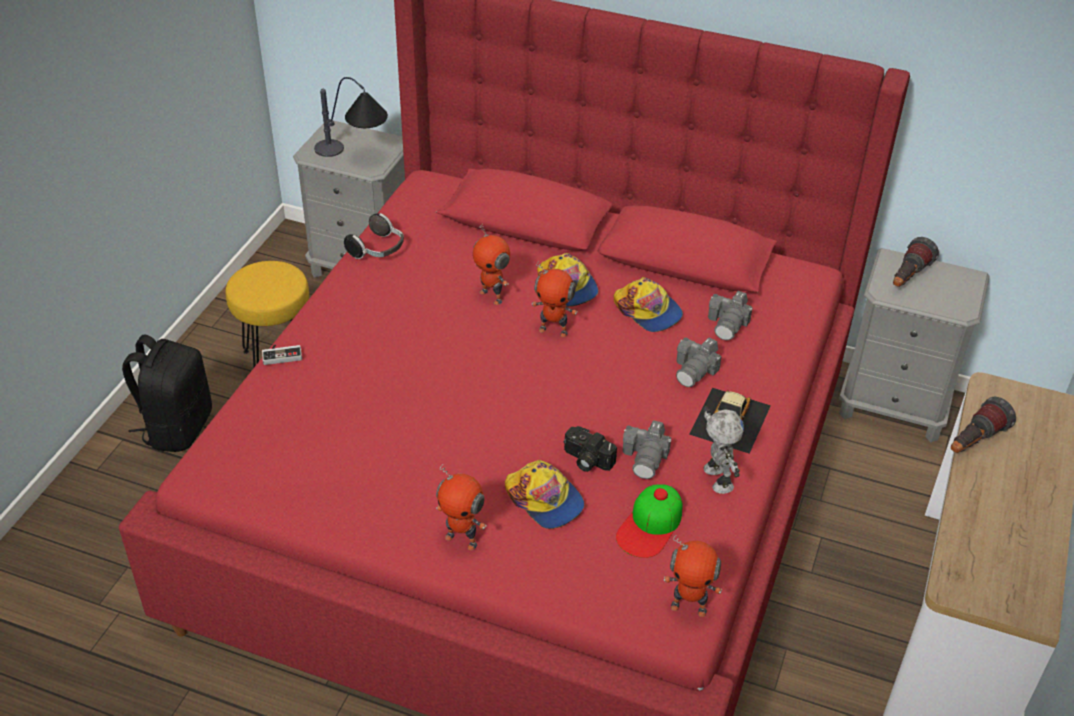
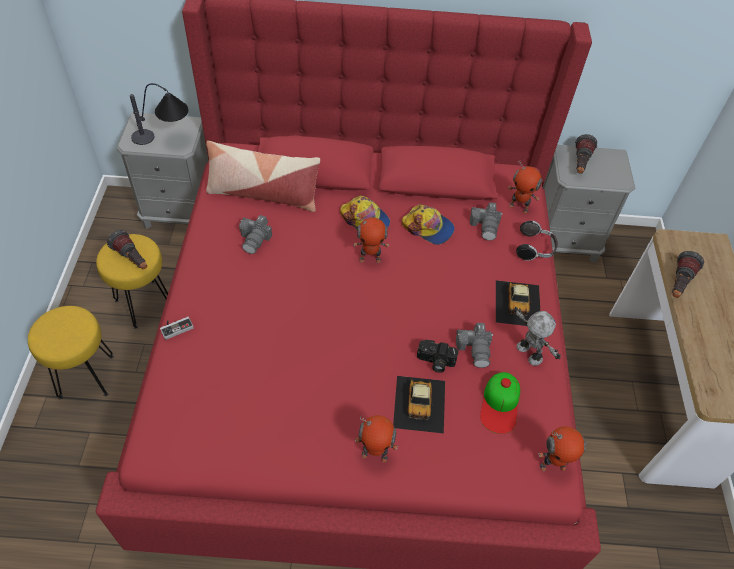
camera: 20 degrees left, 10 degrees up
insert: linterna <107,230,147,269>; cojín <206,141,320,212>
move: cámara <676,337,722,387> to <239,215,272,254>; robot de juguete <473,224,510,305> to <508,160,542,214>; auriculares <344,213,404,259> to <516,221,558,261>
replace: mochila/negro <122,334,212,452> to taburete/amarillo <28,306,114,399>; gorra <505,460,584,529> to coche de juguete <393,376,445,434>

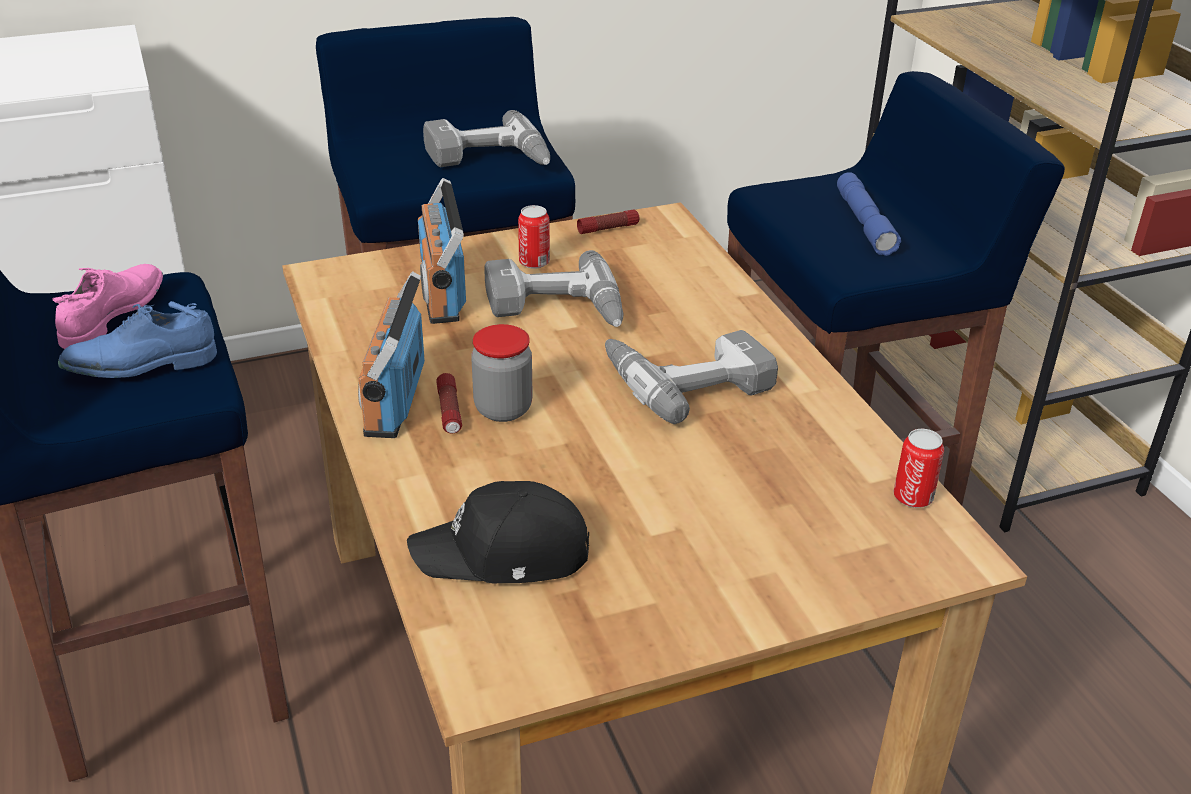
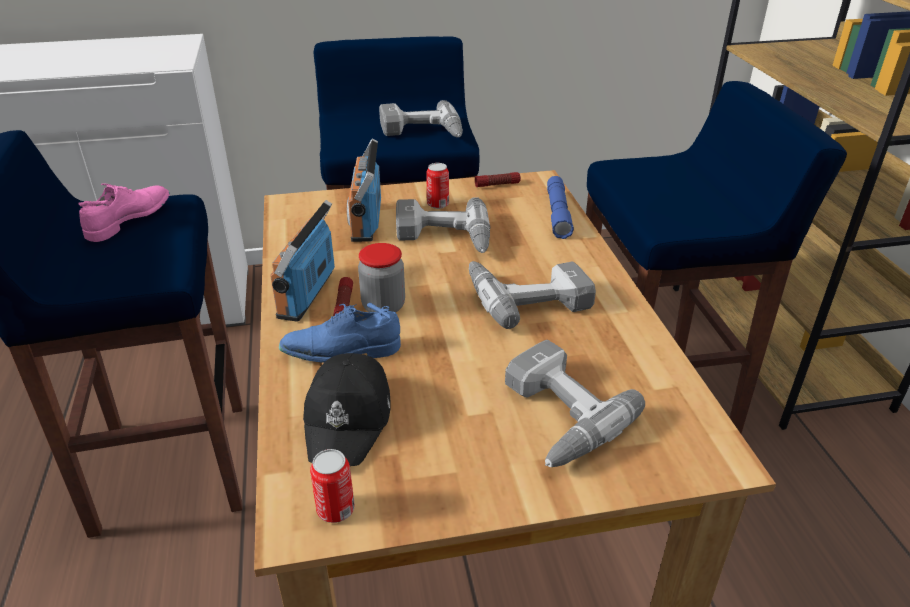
camera: 10 degrees right, 0 degrees up
insert: taladro <505,340,645,467>
move: zapato/azul <58,301,217,378> to <279,303,401,362>; lata <894,429,944,508> to <310,449,355,523>; linterna/azul <837,172,901,256> to <547,176,574,239>
rotate: gorra/negro <407,481,589,583> = <303,353,391,466> 90 degrees counterclockwise

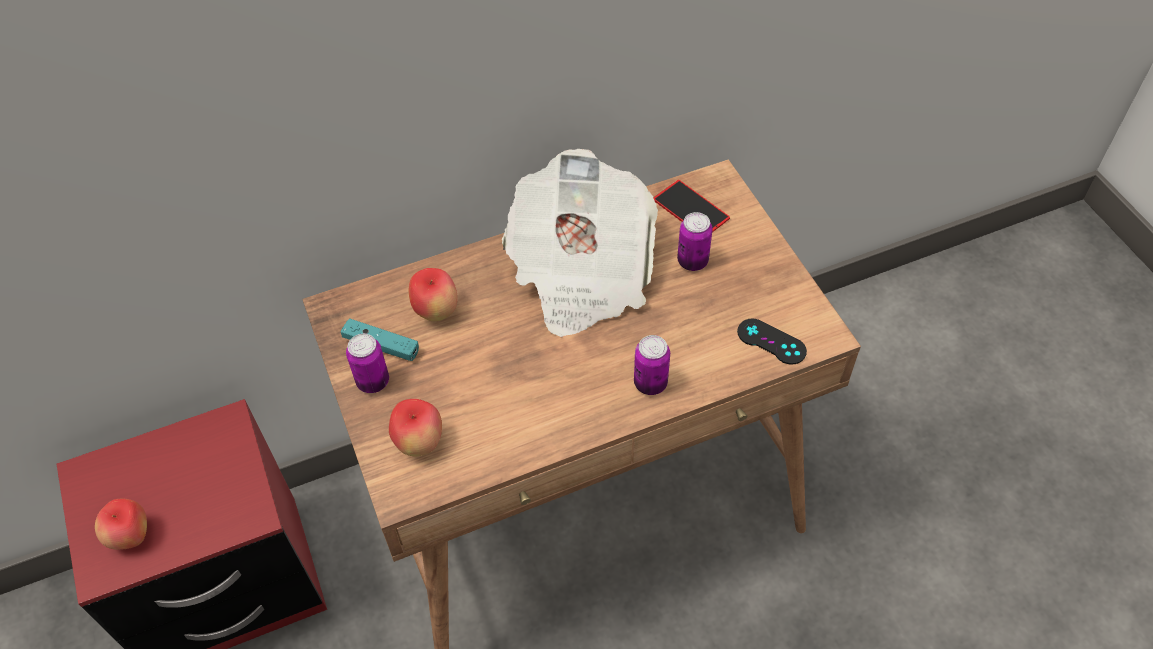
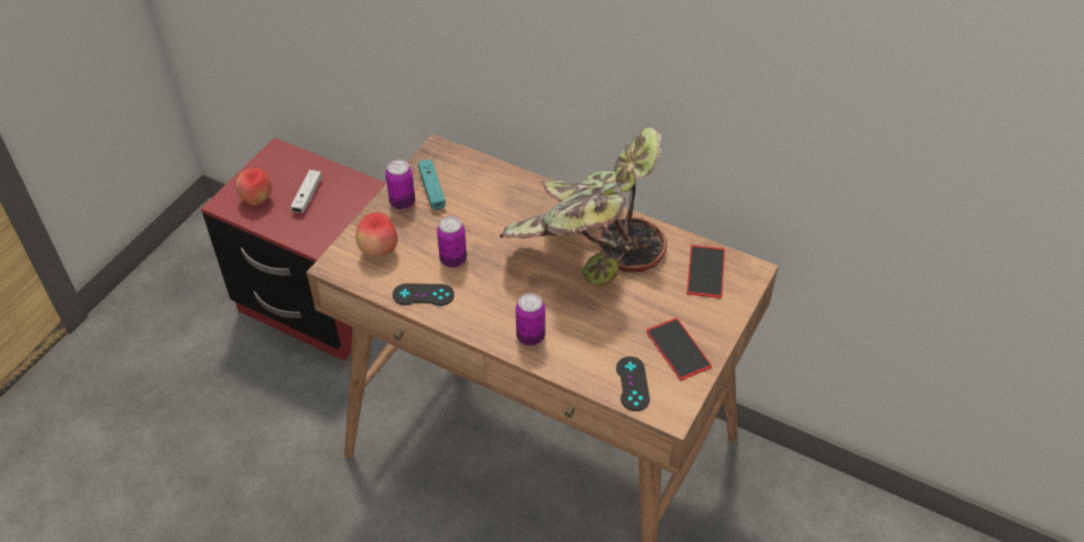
camera: 50 degrees right, 5 degrees down
delete: manzana <409,268,458,321>
insert: mando de consola/blanco <291,170,322,213>; mando de consola/negro <393,283,454,306>; móvil <646,318,712,380>
move: lata <677,212,713,271> to <437,216,467,268>
replace: periódico <502,149,658,337> to planta en maceta <500,127,667,287>

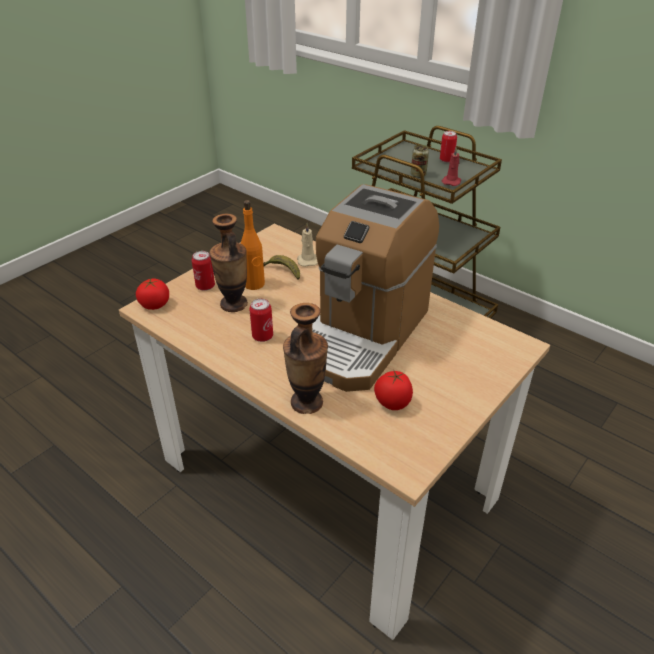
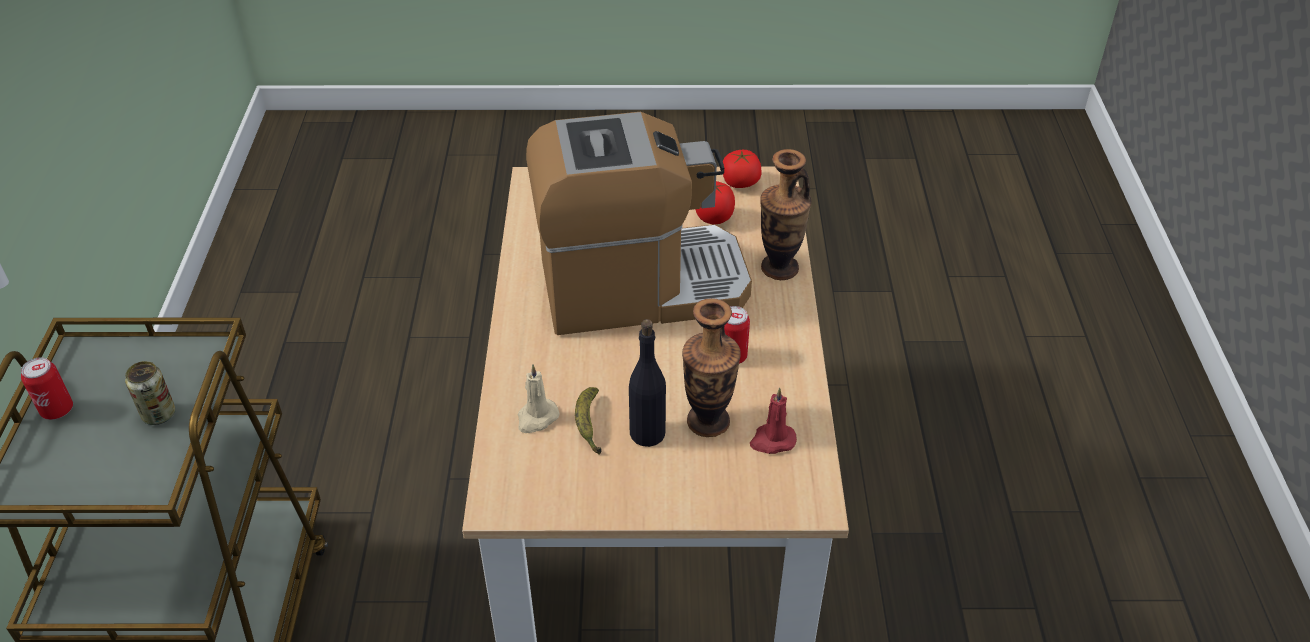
camera: 130 degrees left, 5 degrees up
delete: lata <192,251,215,291>
move: tomate <136,278,169,310> to <723,150,762,188>; vela/rojo <442,147,461,186> to <750,387,797,454>
recolor: botella/naranja <241,200,265,290> to botella/negro <629,319,666,447>

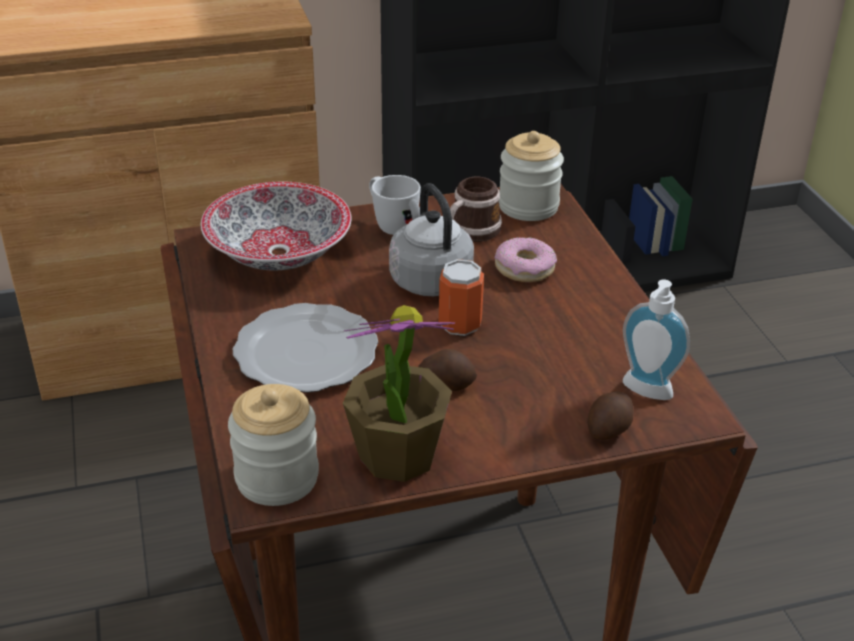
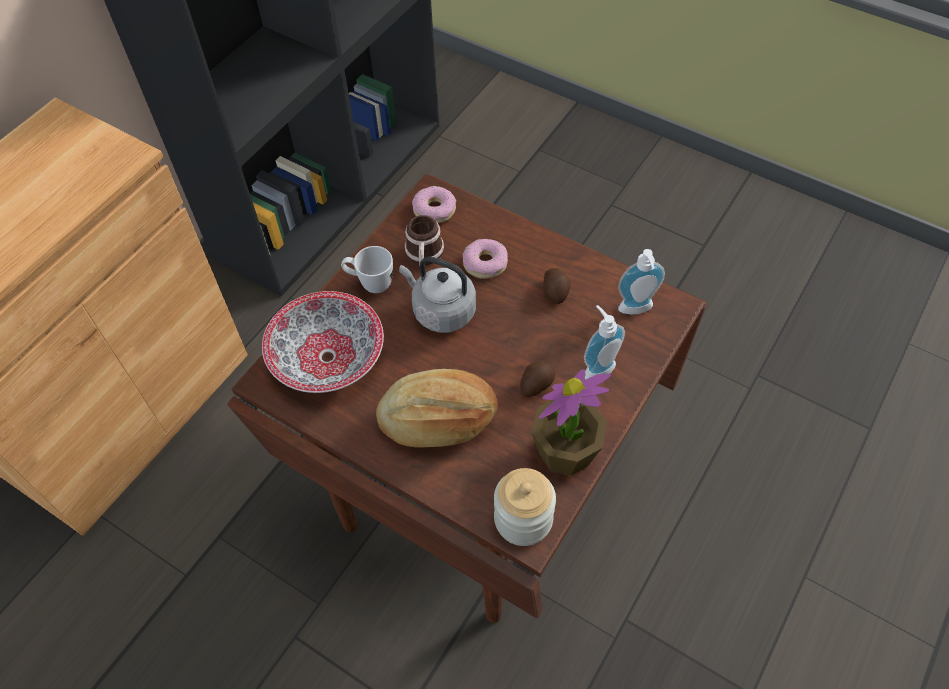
camera: 40 degrees left, 20 degrees up
delete: lata <439,259,484,336>
insert: dispensador de jabón <584,305,625,380>
move: patata <587,391,633,440> to <543,268,571,304>
replace: plato <233,303,378,393> to pan <376,369,498,448>; tarro <499,131,564,221> to rosquilla <412,186,456,223>

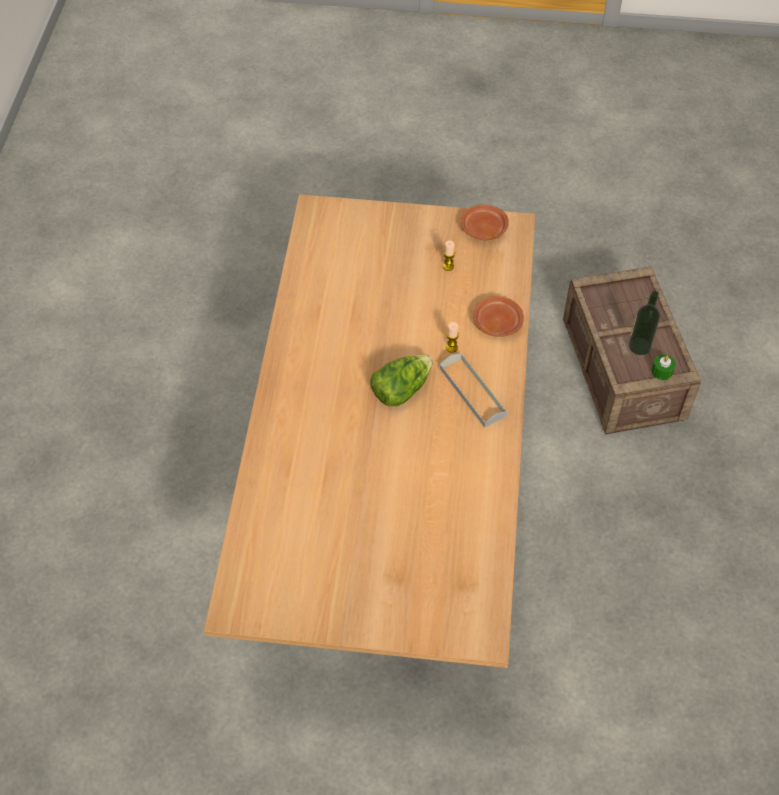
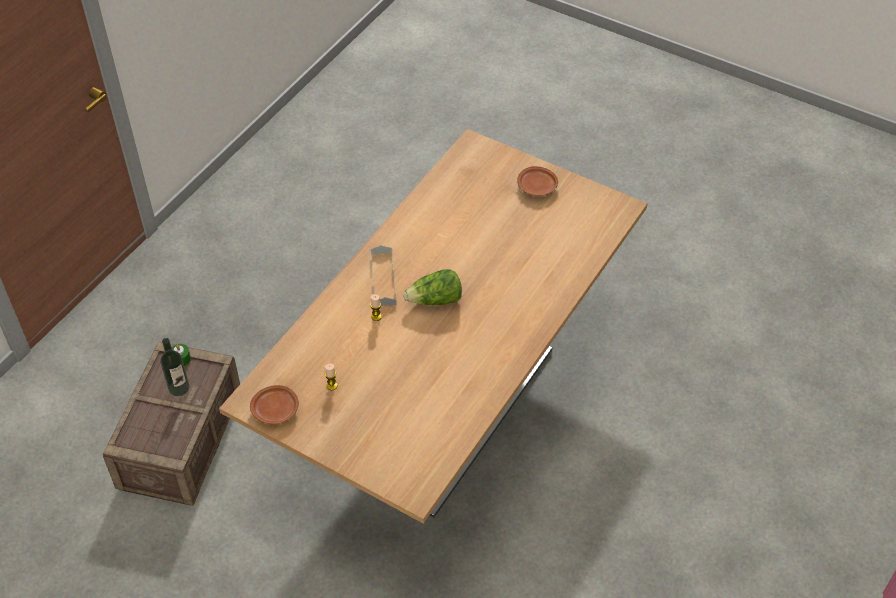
camera: 155 degrees left, 5 degrees down
move: plato/marrón <473,296,524,337> to <517,166,558,196>

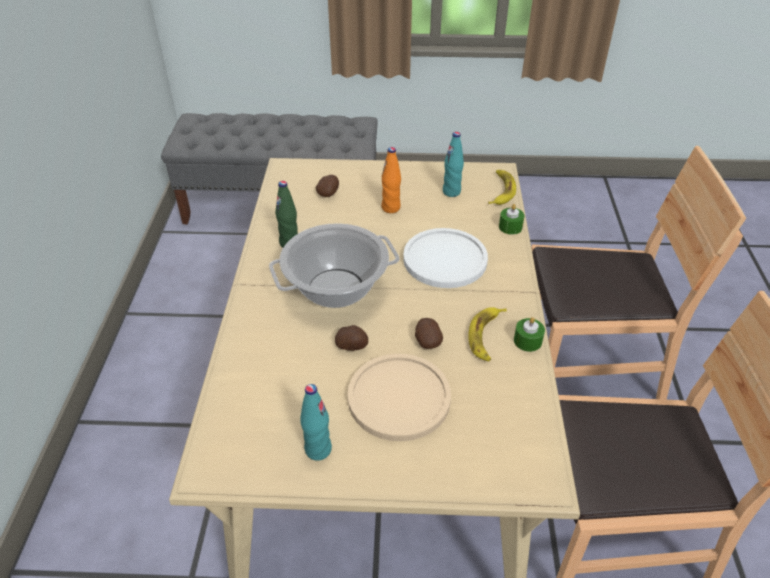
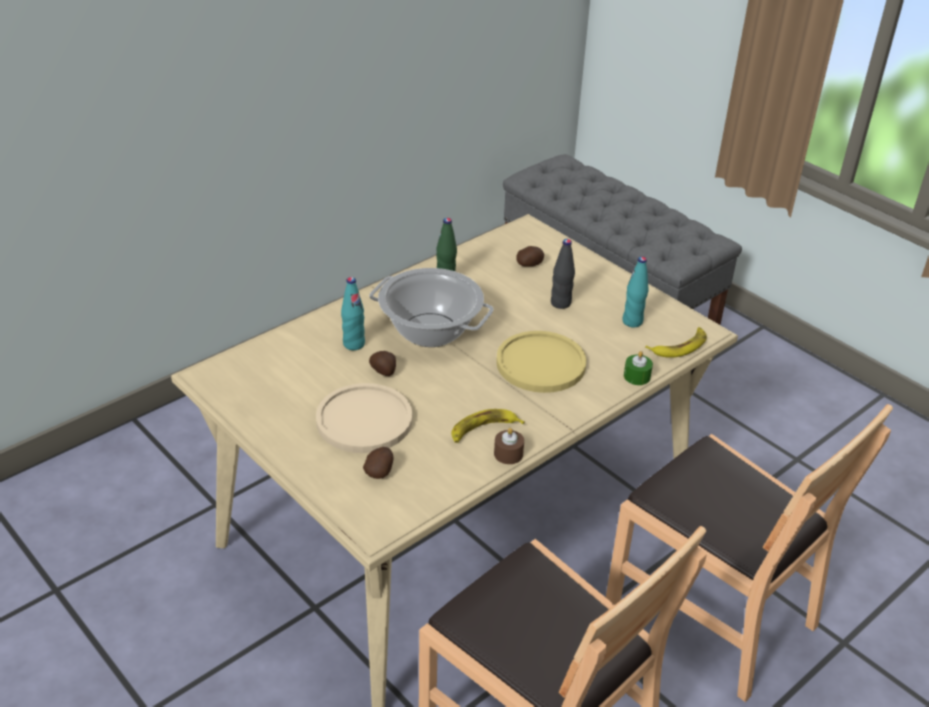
camera: 45 degrees right, 5 degrees down
move: botella/turquesa <300,384,332,461> to <341,277,365,350>; patata <415,318,443,349> to <363,447,393,479>
recolor: vela/verde <514,317,545,352> to vela/marrón <494,428,524,464>; plato/blanco <403,228,488,288> to plato/amarillo <496,331,586,393>; botella/naranja <382,147,401,213> to botella/negro <551,239,575,309>

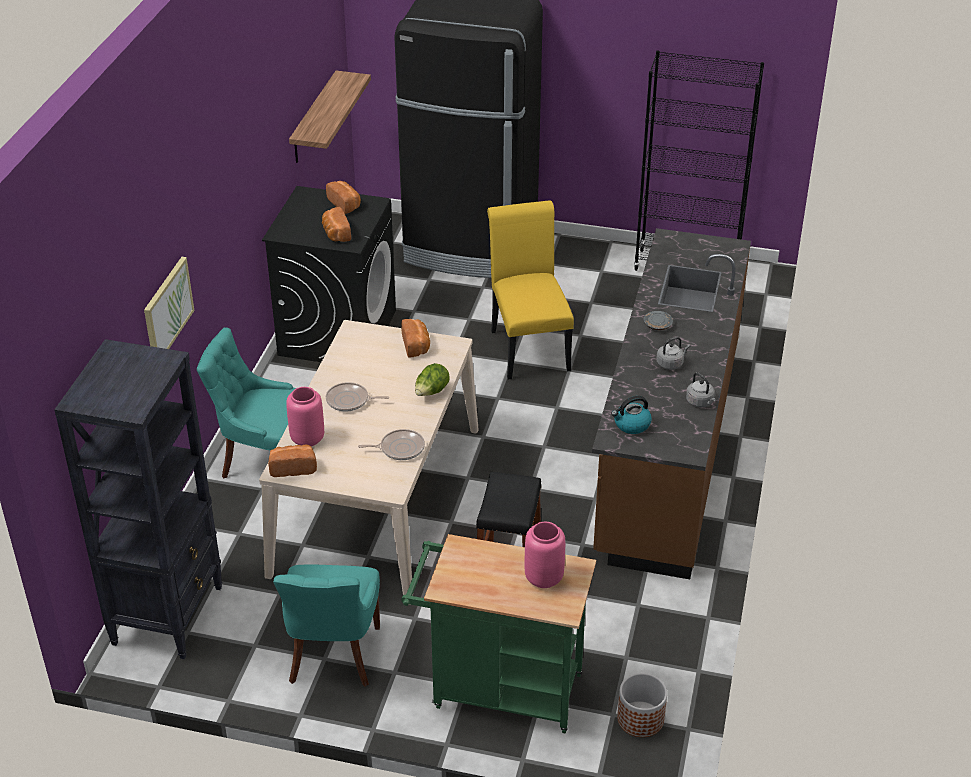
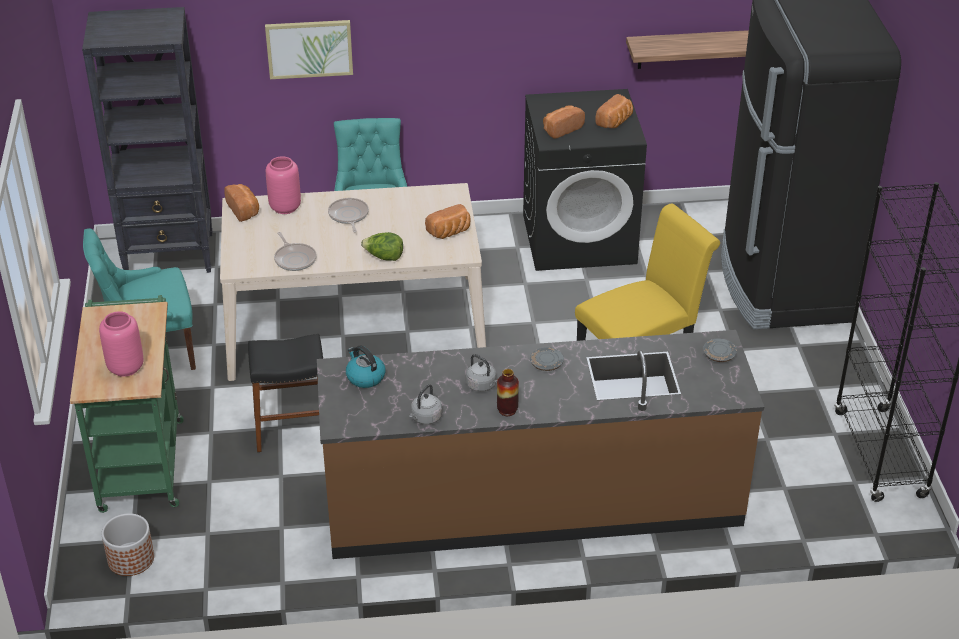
camera: 70 degrees right, 0 degrees up
insert: florero <497,369,519,416>; plato/gris <703,338,737,362>

